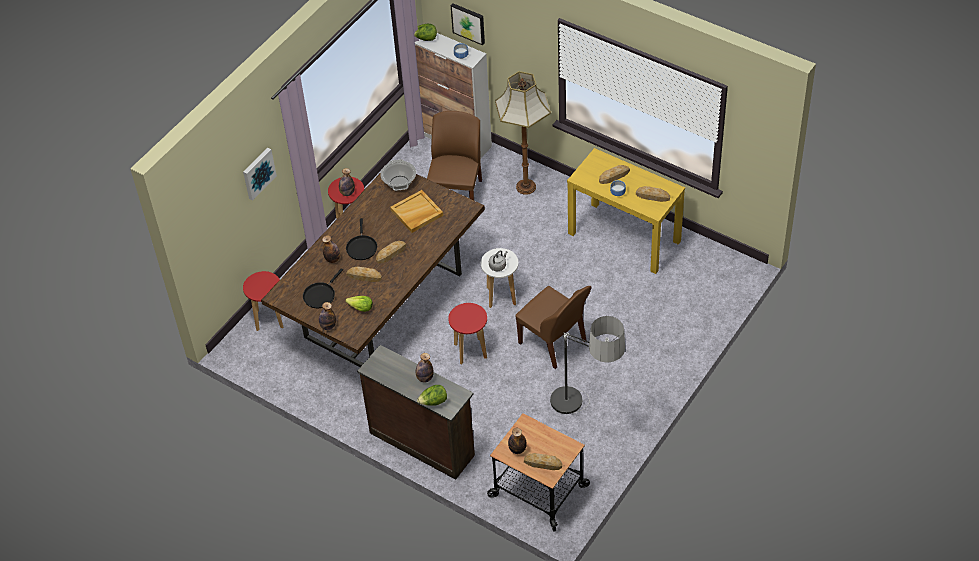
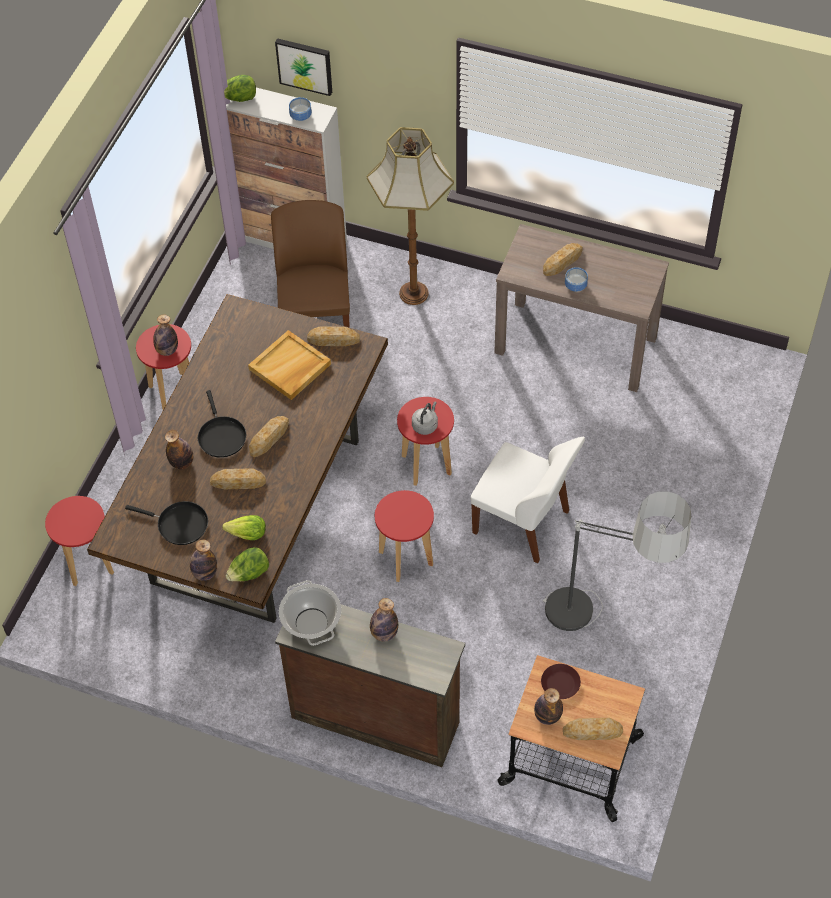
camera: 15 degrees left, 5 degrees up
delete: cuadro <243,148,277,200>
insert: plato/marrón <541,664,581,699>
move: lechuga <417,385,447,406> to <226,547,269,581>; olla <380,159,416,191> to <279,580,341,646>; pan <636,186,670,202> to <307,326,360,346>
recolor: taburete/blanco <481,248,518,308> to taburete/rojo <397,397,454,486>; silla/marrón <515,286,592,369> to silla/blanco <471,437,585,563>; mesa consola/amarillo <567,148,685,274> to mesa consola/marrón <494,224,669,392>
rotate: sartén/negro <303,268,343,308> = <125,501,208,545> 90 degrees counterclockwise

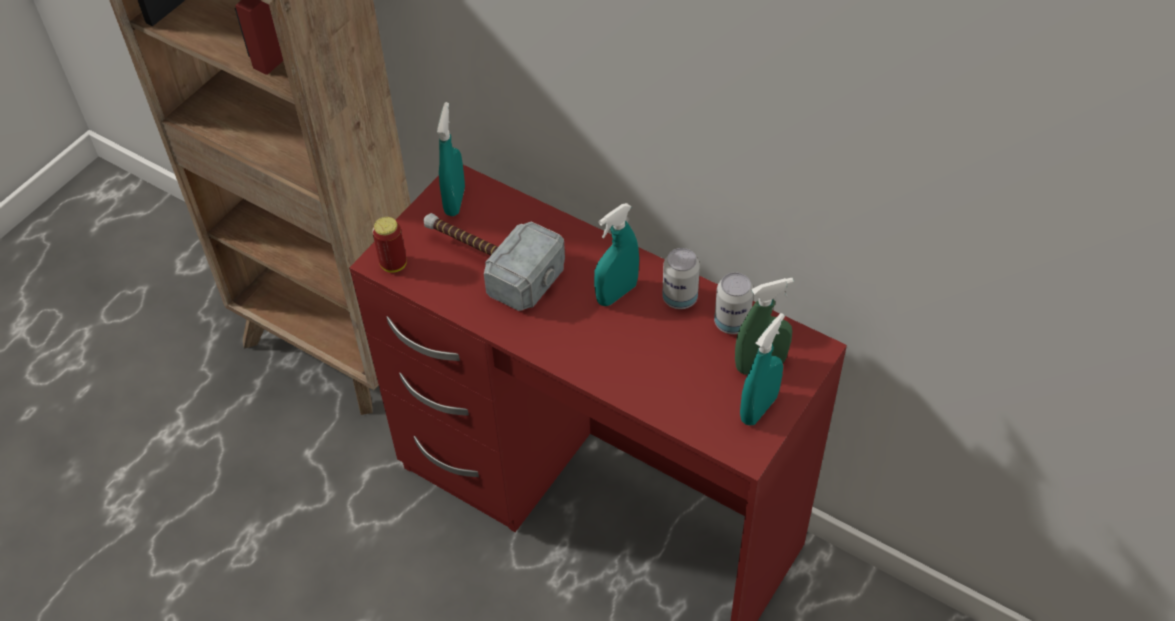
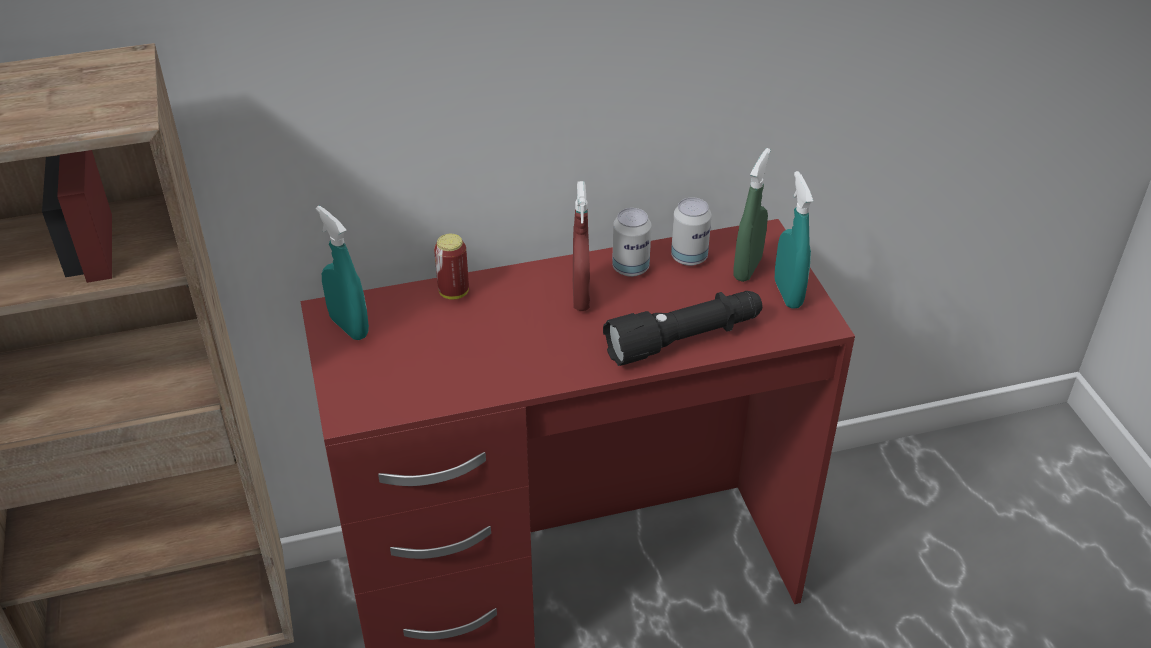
camera: 50 degrees left, 10 degrees down
delete: martillo <423,213,565,311>
insert: linterna/negro <603,291,762,366>
move: lata <372,217,407,273> to <434,234,469,300>
recolor: pulverizador/turquesa <594,203,639,306> to pulverizador/rojo <573,181,590,311>

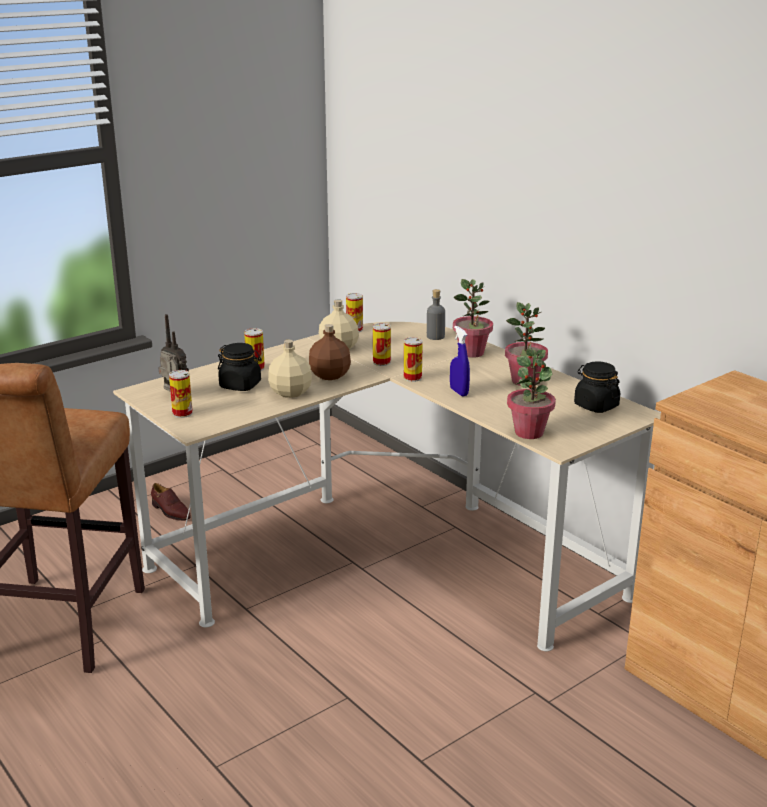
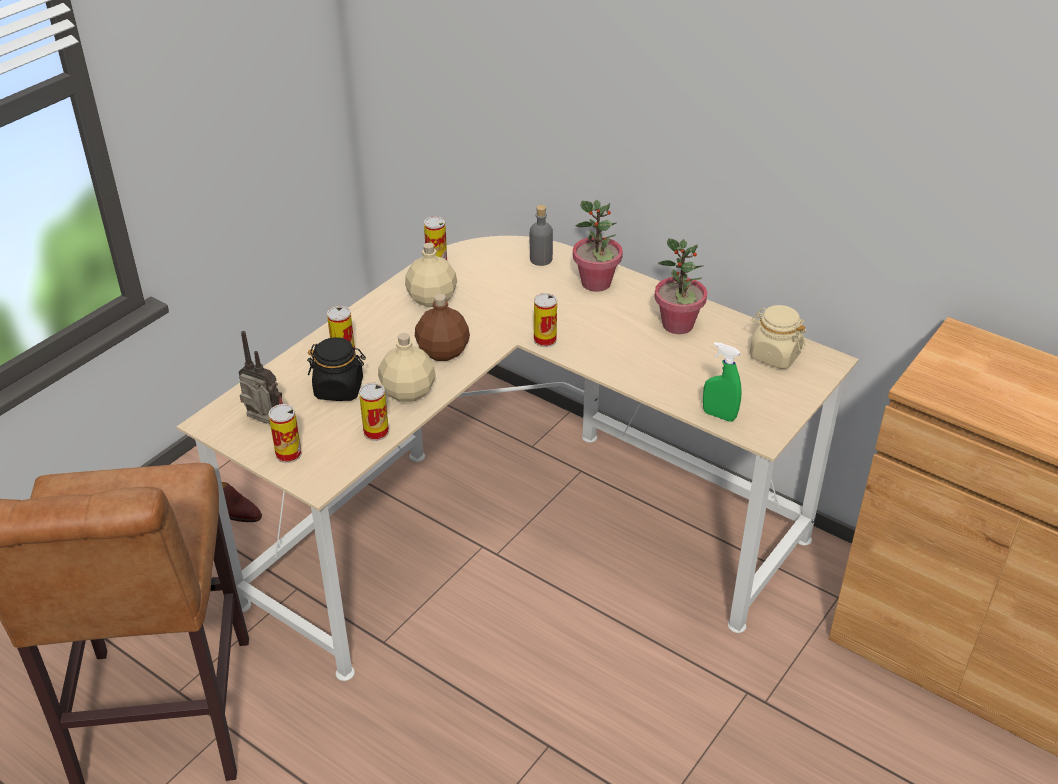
camera: 15 degrees left, 15 degrees up
delete: pulverizador/azul <450,326,470,397>
move: lata <373,323,391,366> to <359,383,389,441>
replace: planta en maceta <507,349,556,439> to pulverizador/verde <703,342,742,422>
recolor: tarro/negro <574,361,620,413> to tarro/beis <750,305,806,369>

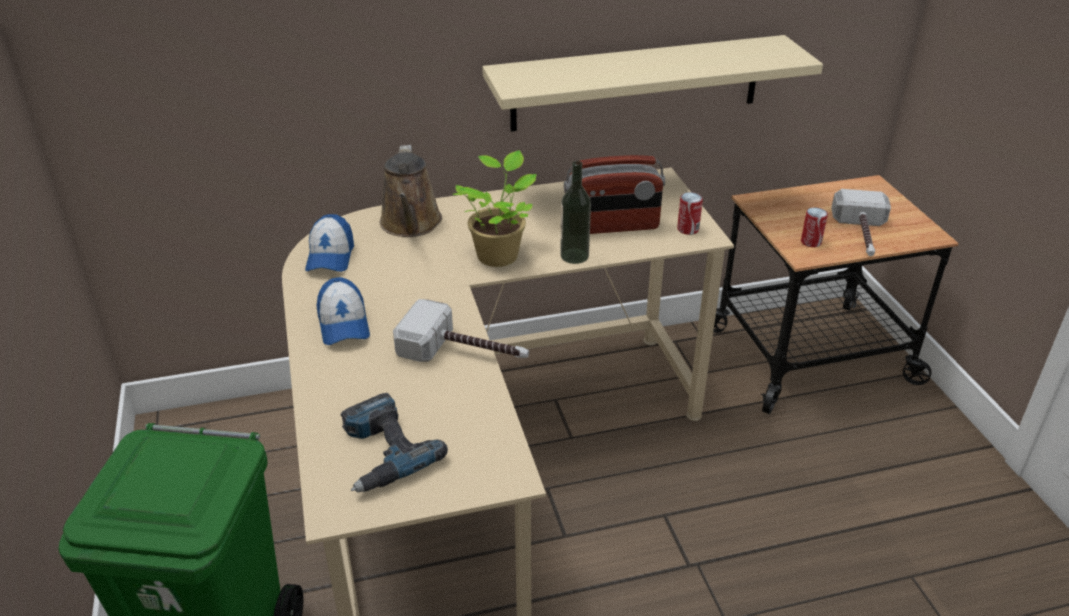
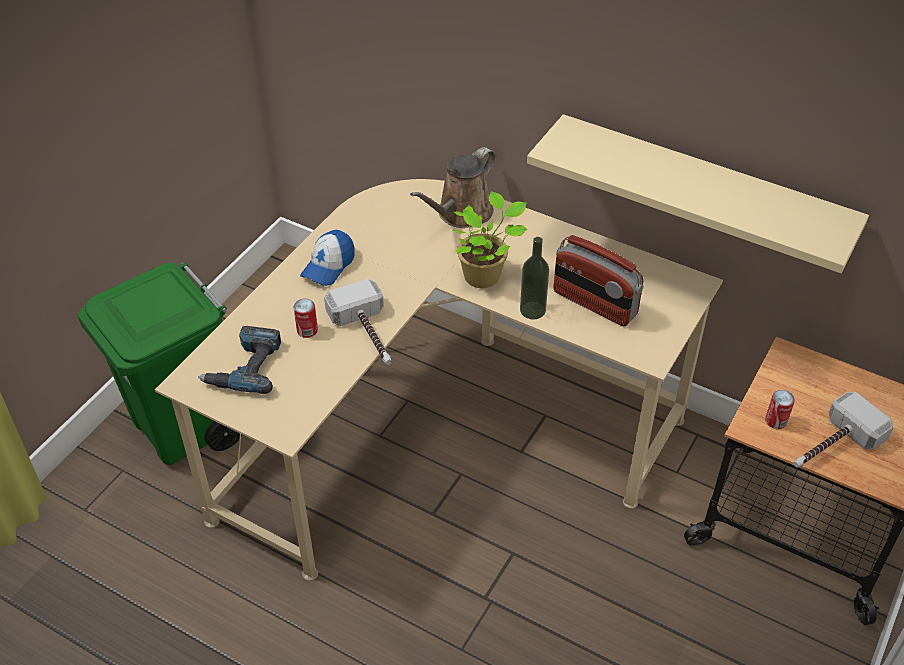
camera: 45 degrees right, 10 degrees up
delete: gorra <305,214,354,272>
move: lata <677,192,703,235> to <294,299,318,338>

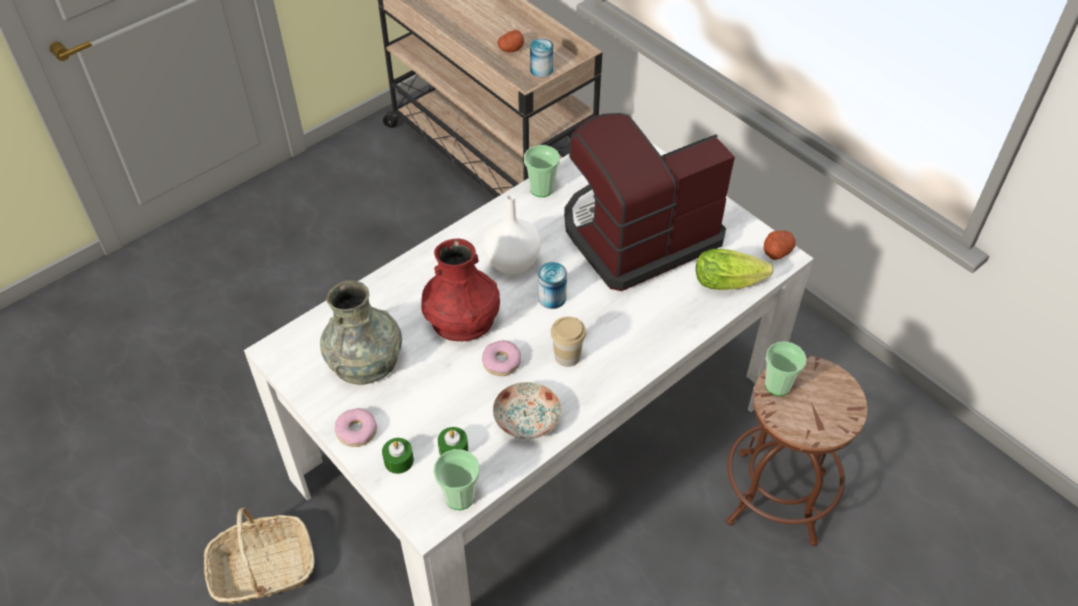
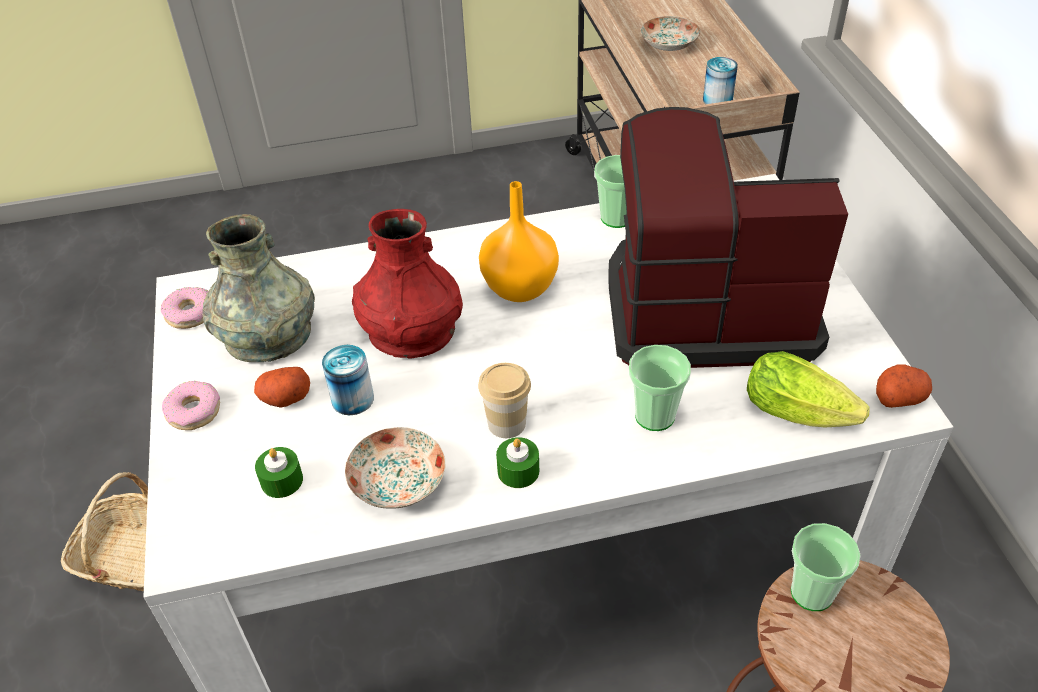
camera: 30 degrees right, 5 degrees down
insert: plato <641,16,700,51>
move: rosquilla <482,340,521,376> to <161,287,208,329>; patata <498,30,524,52> to <254,367,310,408>; lata <538,262,567,309> to <322,345,374,415>; vela/verde <382,438,414,474> to <496,437,539,488>; taza <433,449,480,510> to <629,345,691,431>
recolor: florero/blanco <483,194,541,275> to florero/naranja <479,181,559,302>

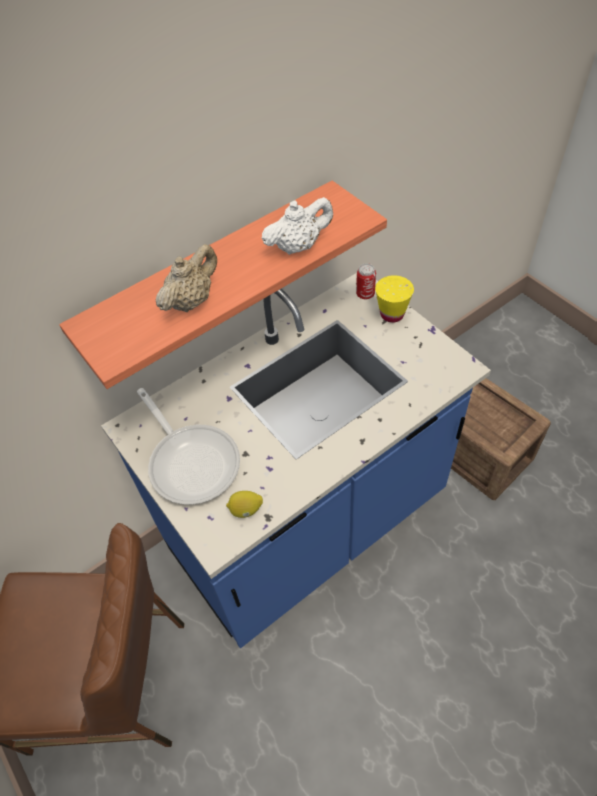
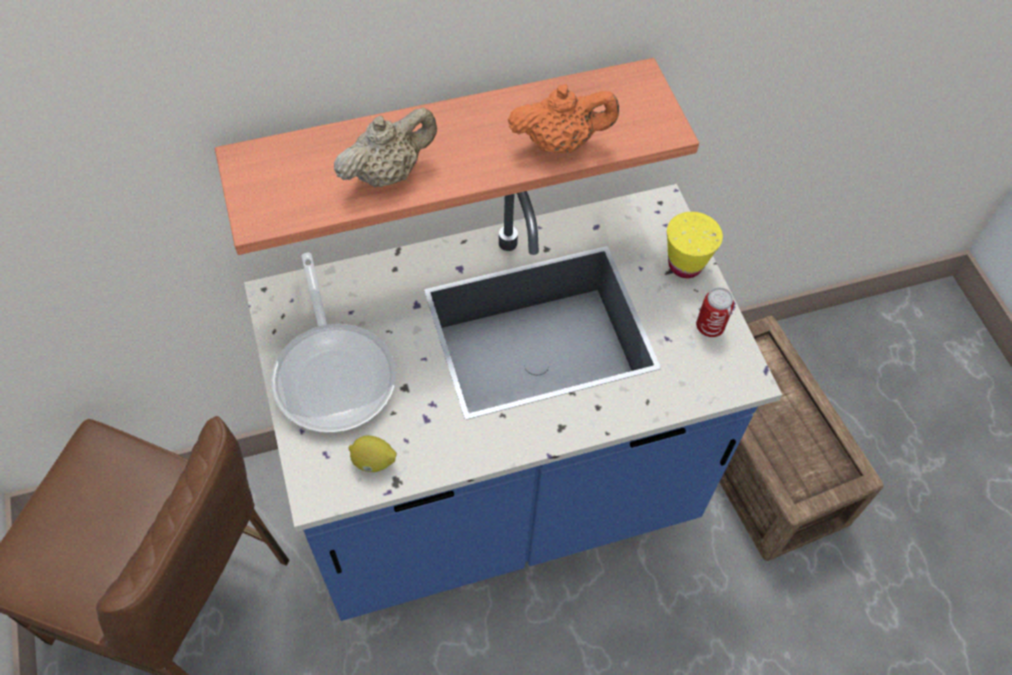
camera: 15 degrees right, 5 degrees up
move: lata <356,263,376,299> to <696,287,734,337>
recolor: tetera/blanco <262,197,333,255> to tetera/naranja <508,84,619,153>

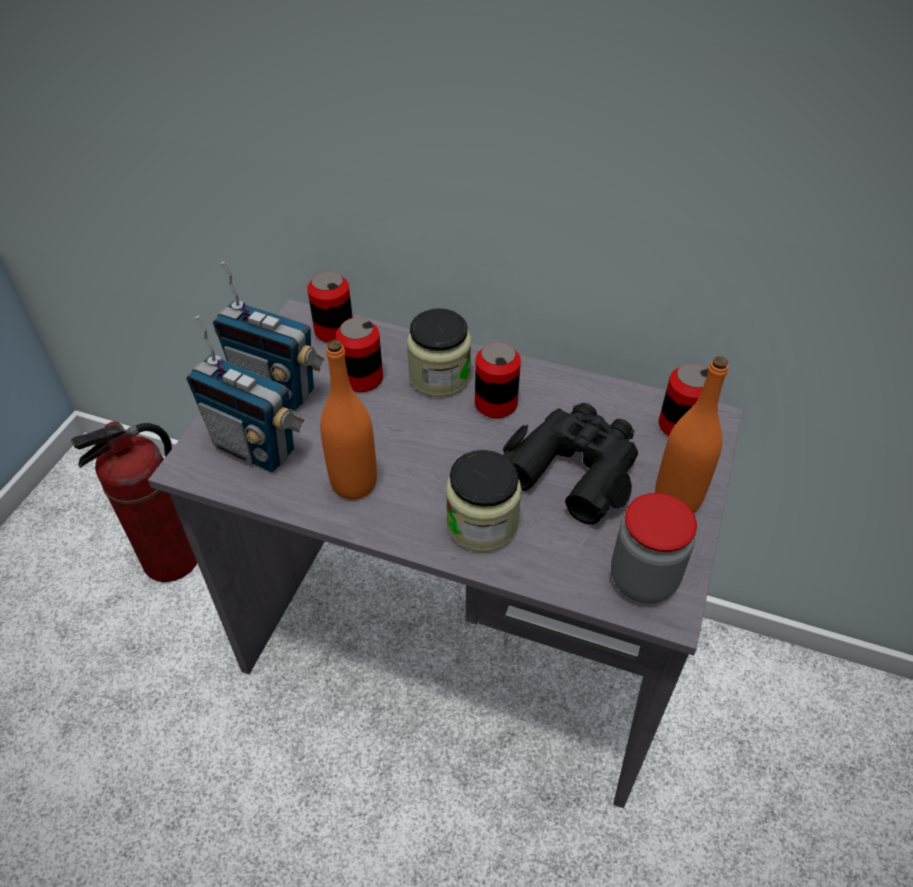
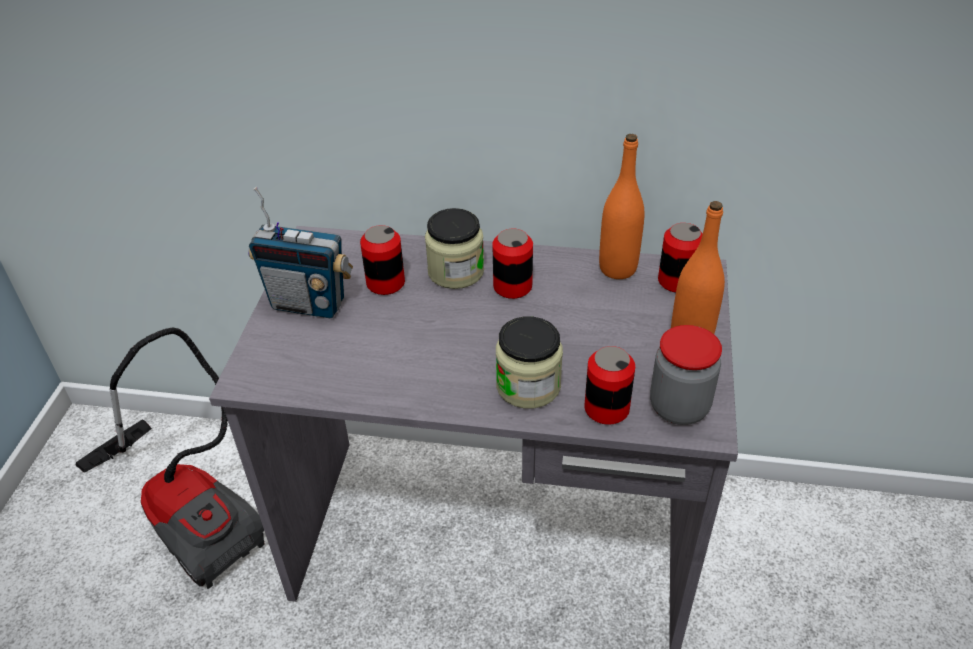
camera: 10 degrees left, 5 degrees down
delete: radio <186,316,305,472>; prismáticos/negro <503,403,638,525>
move: lata <307,271,353,343> to <585,346,635,425>; botella/naranja <320,340,377,500> to <599,134,644,279>
replace: extintor <71,421,197,582> to aspiradora <76,328,264,589>

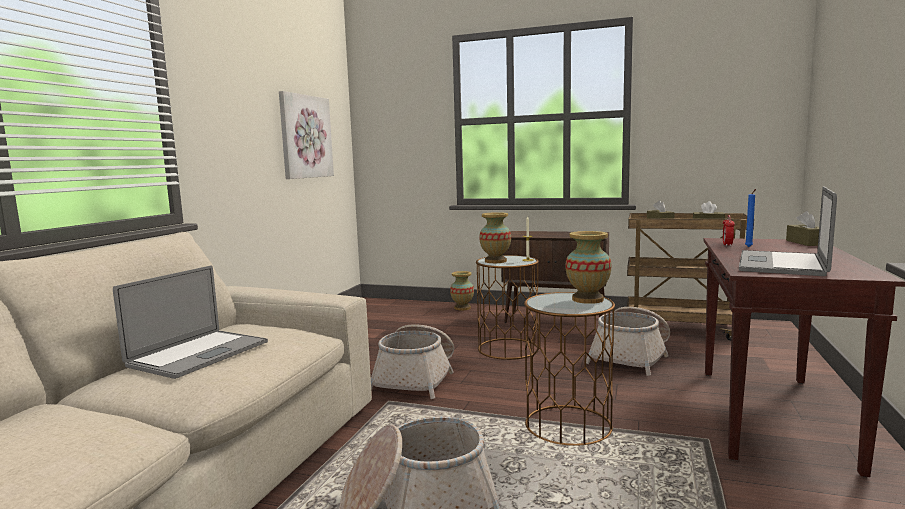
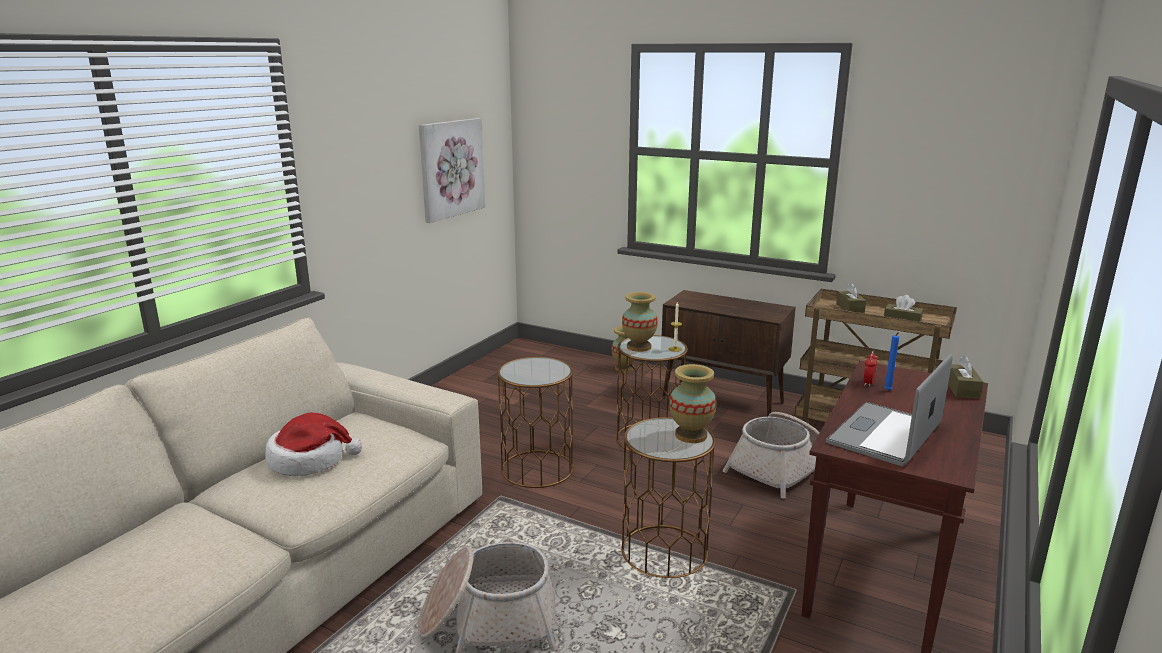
camera: 10 degrees right, 10 degrees up
replace: portátil <113,265,268,379> to sombrero <265,413,362,476>; cesta <371,324,454,399> to mesa auxiliar/marrón <497,357,573,488>

